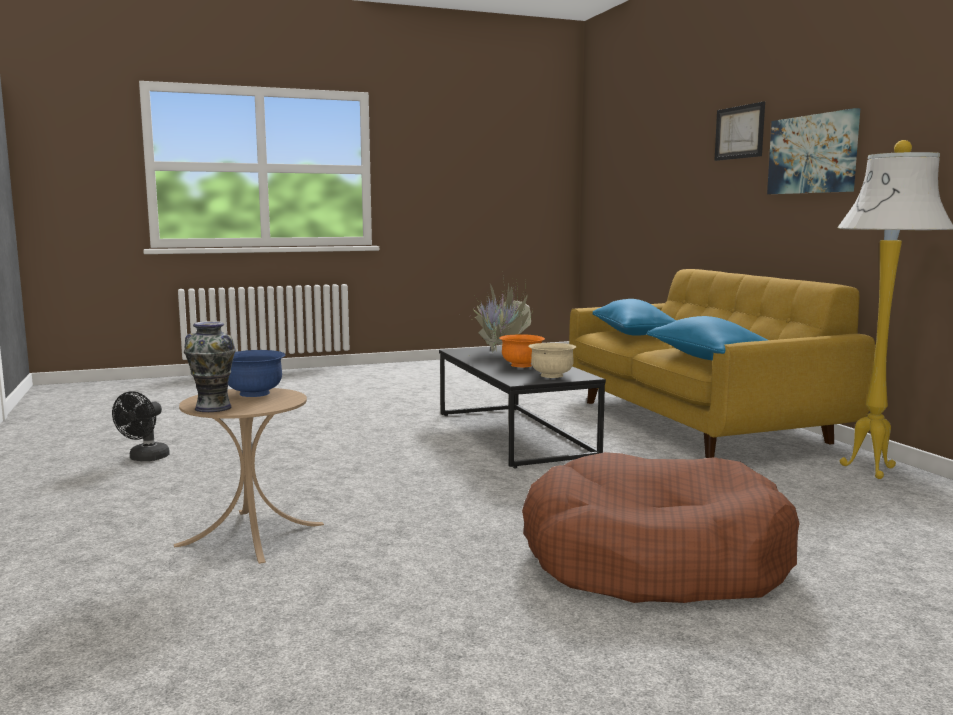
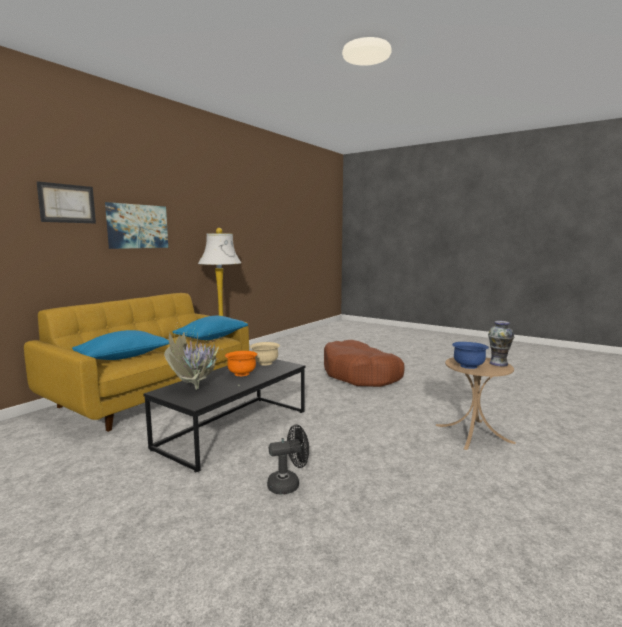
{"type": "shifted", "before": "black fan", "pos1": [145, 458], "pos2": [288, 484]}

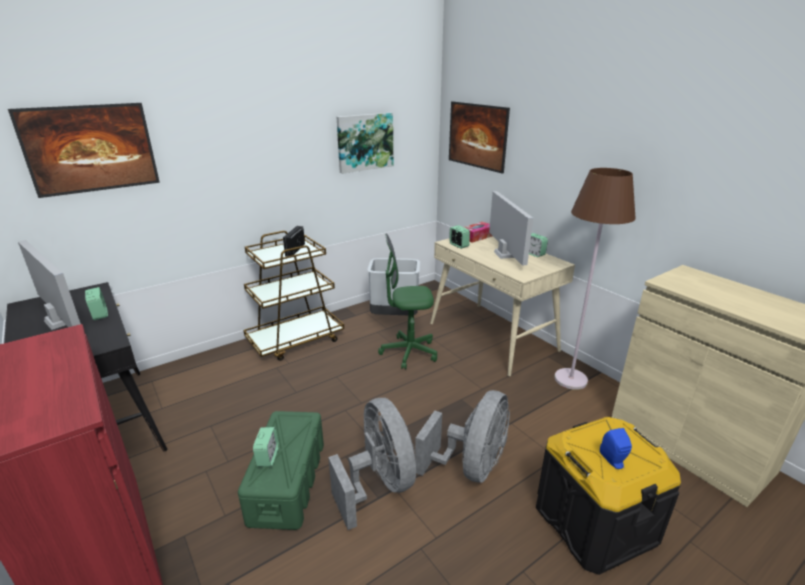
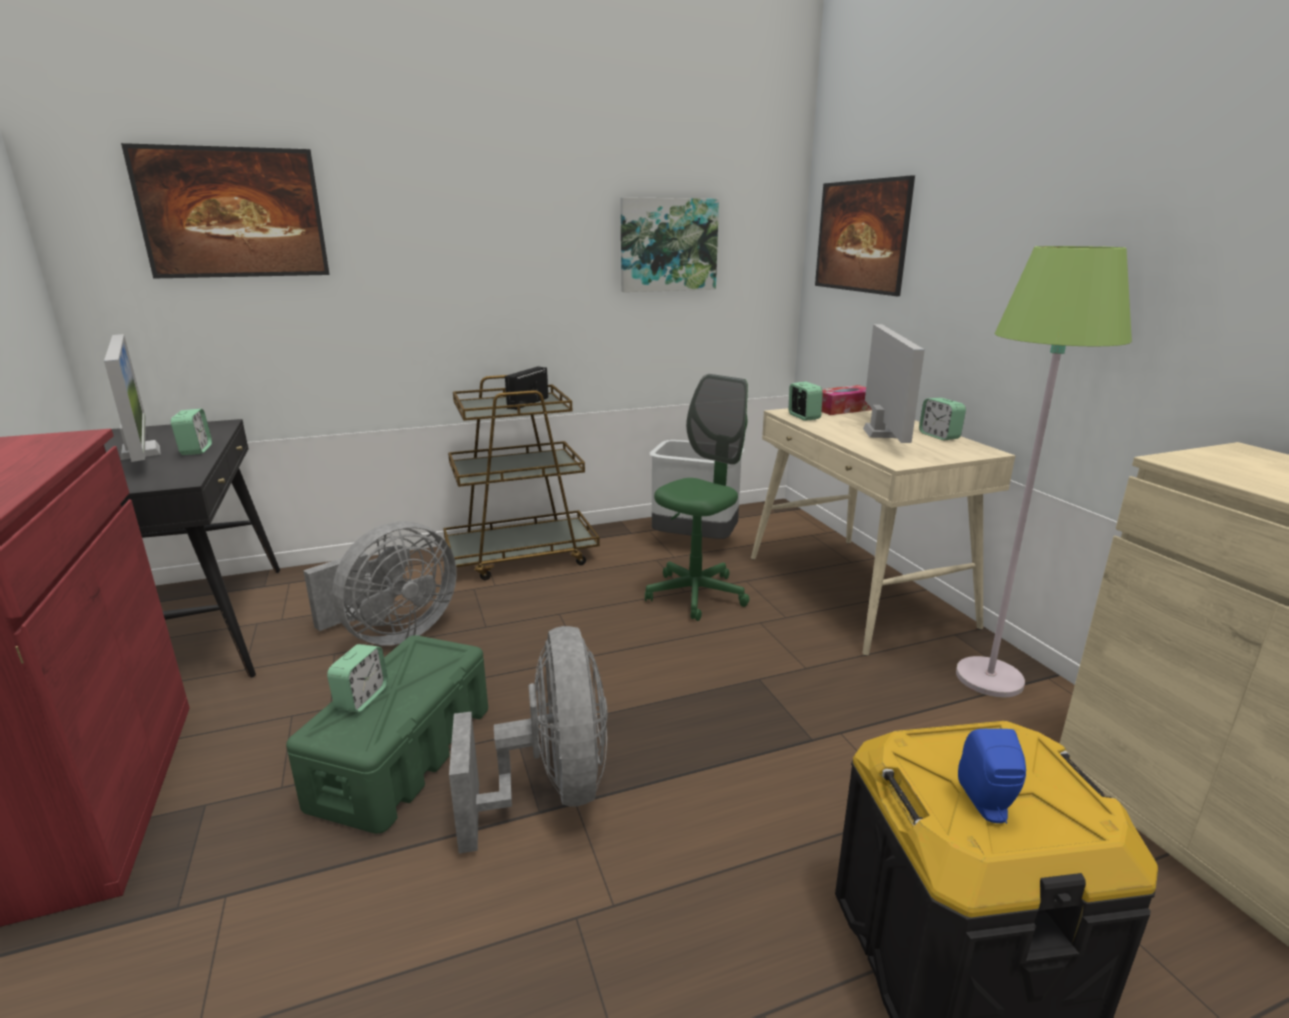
{"type": "shifted", "before": "grey fan", "pos1": [471, 466], "pos2": [392, 634]}
{"type": "rotated", "before": "green office chair", "pos1": [409, 352], "pos2": [696, 595], "turn": 120}
{"type": "repainted", "before": "brown floor lamp", "after": "green floor lamp", "pos1": [571, 379], "pos2": [989, 678]}

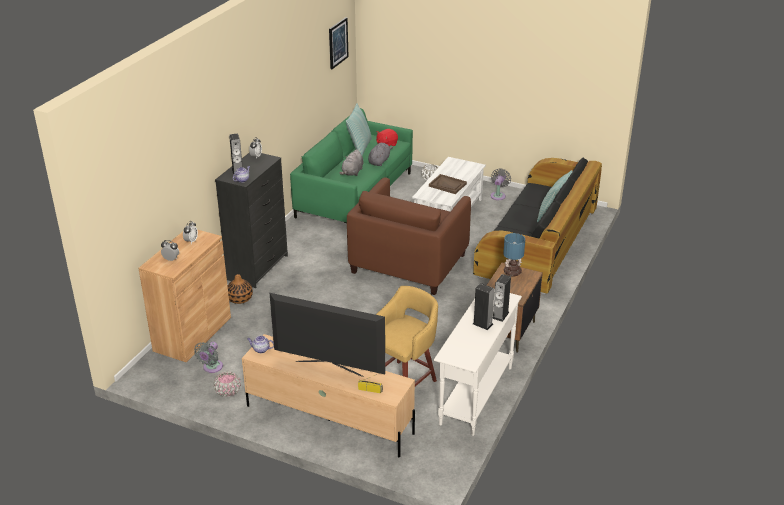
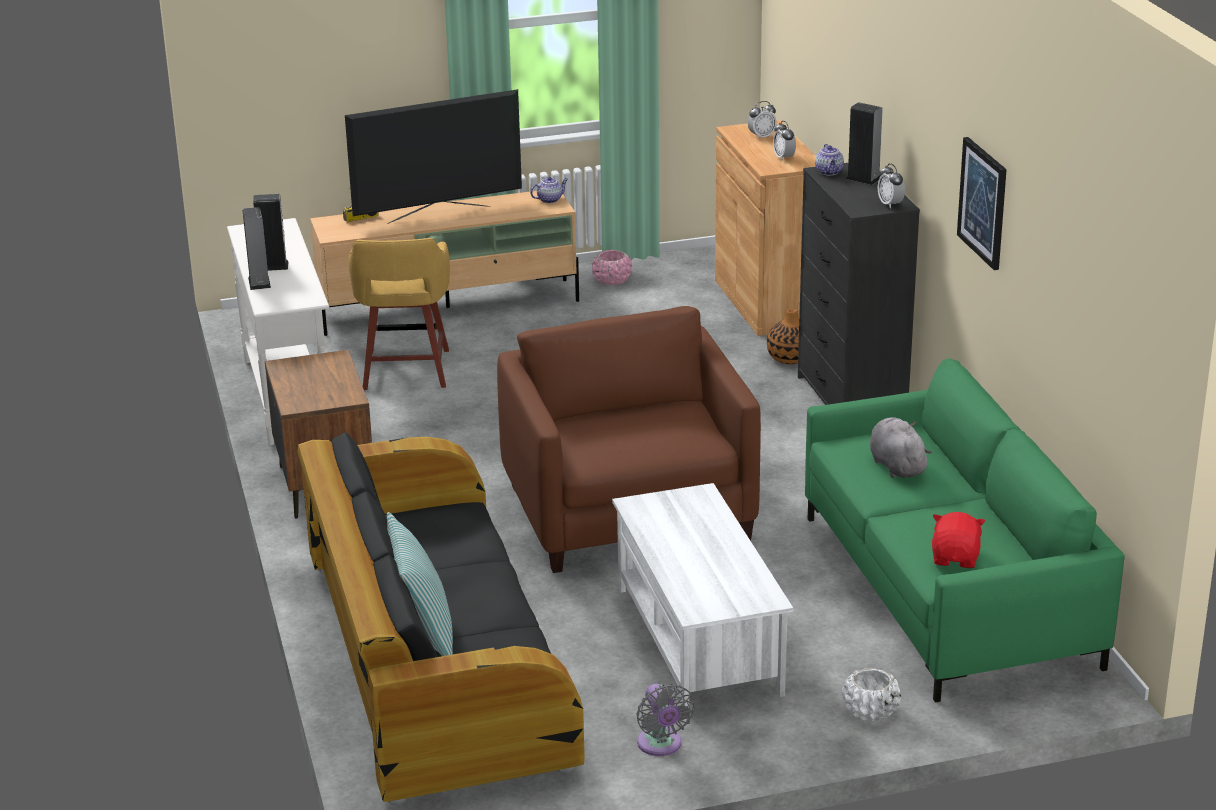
{"type": "shifted", "before": "picture", "pos1": [338, 43], "pos2": [983, 202]}
{"type": "gone", "before": "grey fan", "pos1": [211, 368]}
{"type": "gone", "before": "pillow", "pos1": [359, 147]}
{"type": "gone", "before": "grey plush toy", "pos1": [379, 161]}
{"type": "gone", "before": "brown tray", "pos1": [447, 185]}
{"type": "gone", "before": "table lamp", "pos1": [511, 272]}

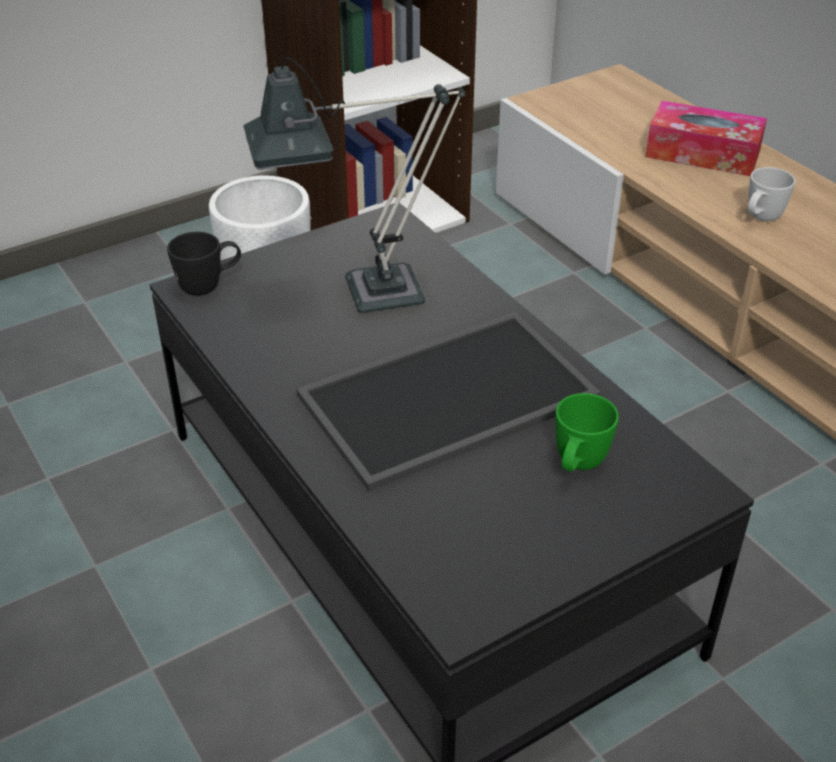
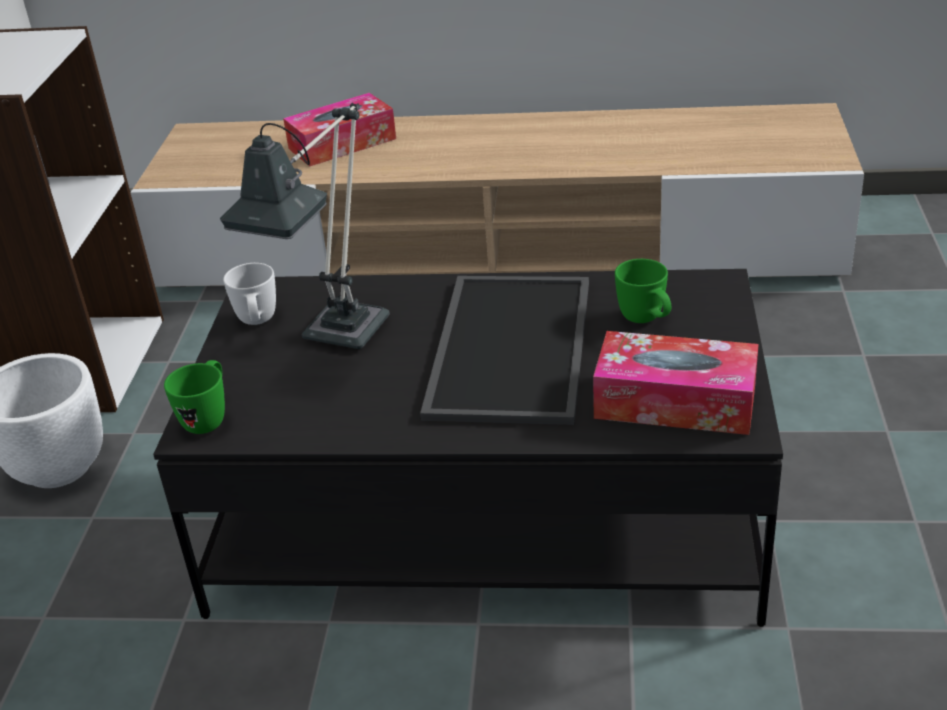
{"type": "repainted", "before": "black mug", "after": "green mug", "pos1": [209, 286], "pos2": [208, 418]}
{"type": "shifted", "before": "white mug", "pos1": [760, 219], "pos2": [258, 323]}
{"type": "new", "after": "tissue box", "pos2": [675, 402]}

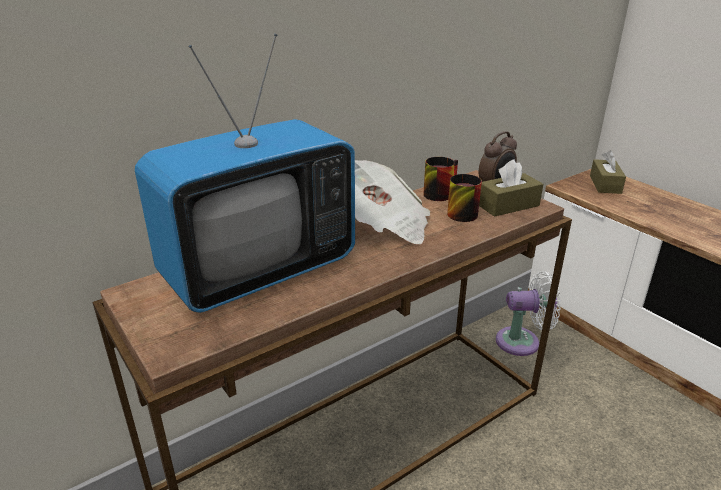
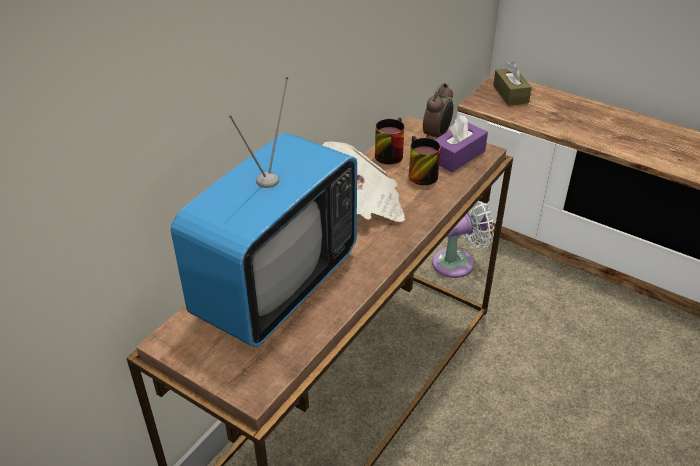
{"type": "repainted", "before": "brown tissue box", "after": "purple tissue box", "pos1": [508, 205], "pos2": [457, 156]}

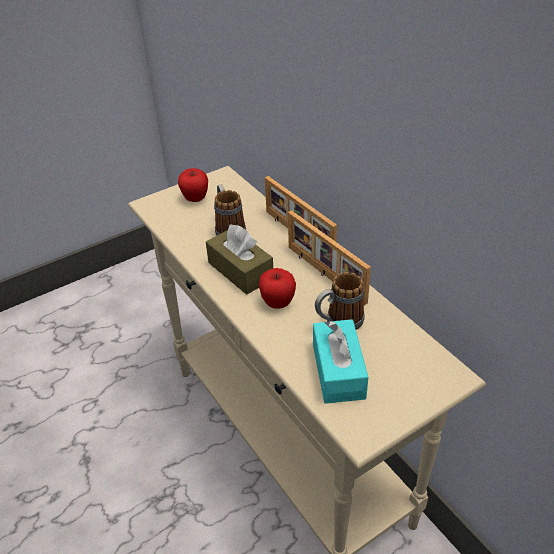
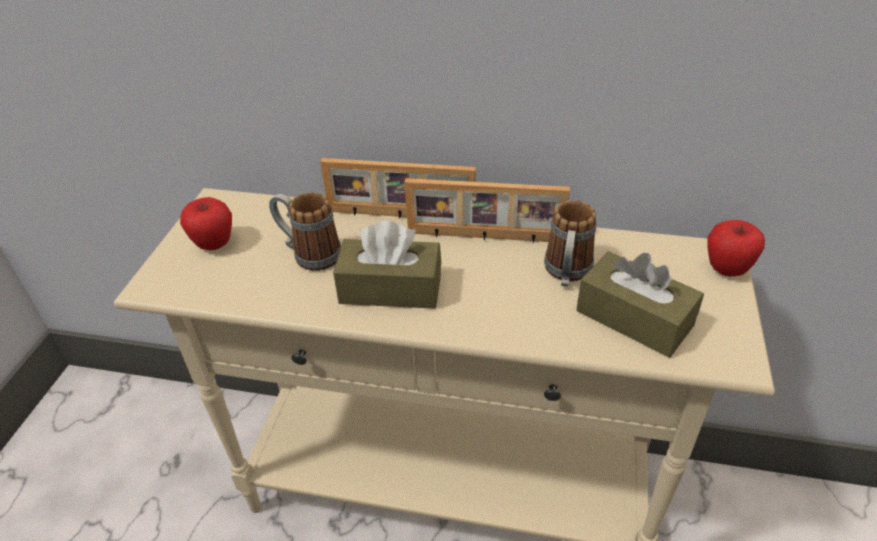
{"type": "repainted", "before": "turquoise tissue box", "after": "brown tissue box", "pos1": [338, 371], "pos2": [634, 318]}
{"type": "shifted", "before": "apple", "pos1": [278, 303], "pos2": [726, 269]}

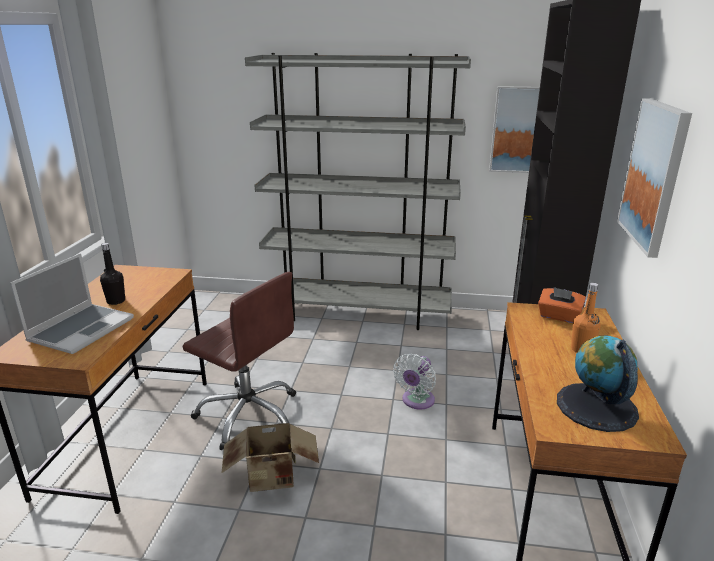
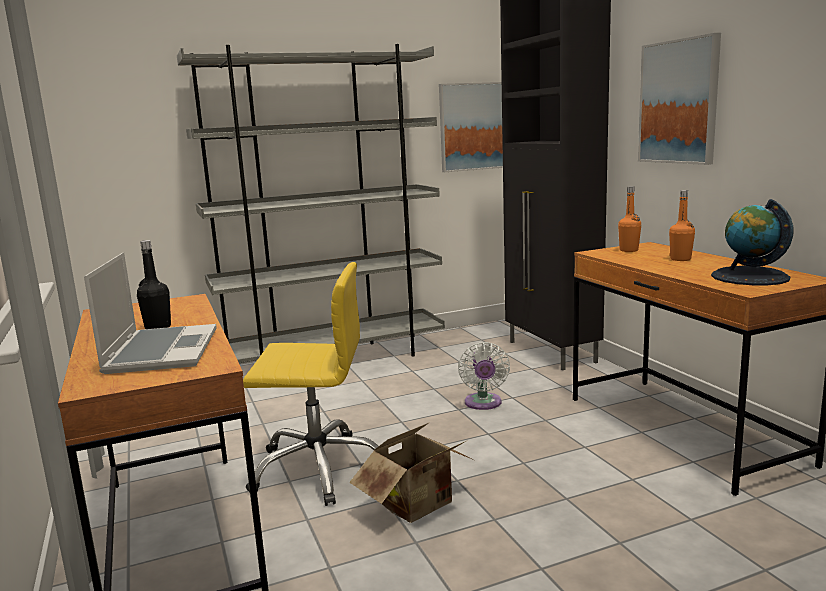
{"type": "repainted", "before": "brown office chair", "after": "yellow office chair", "pos1": [249, 414], "pos2": [319, 468]}
{"type": "swapped", "before": "orange tissue box", "after": "orange bottle", "pos1": [559, 316], "pos2": [628, 250]}

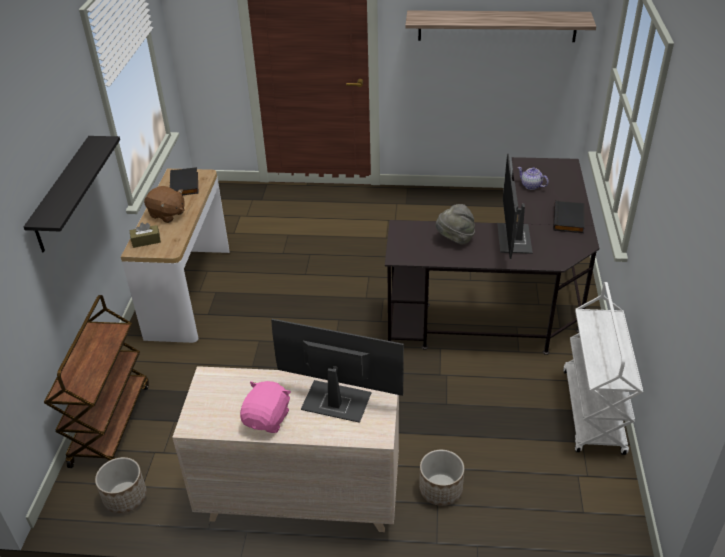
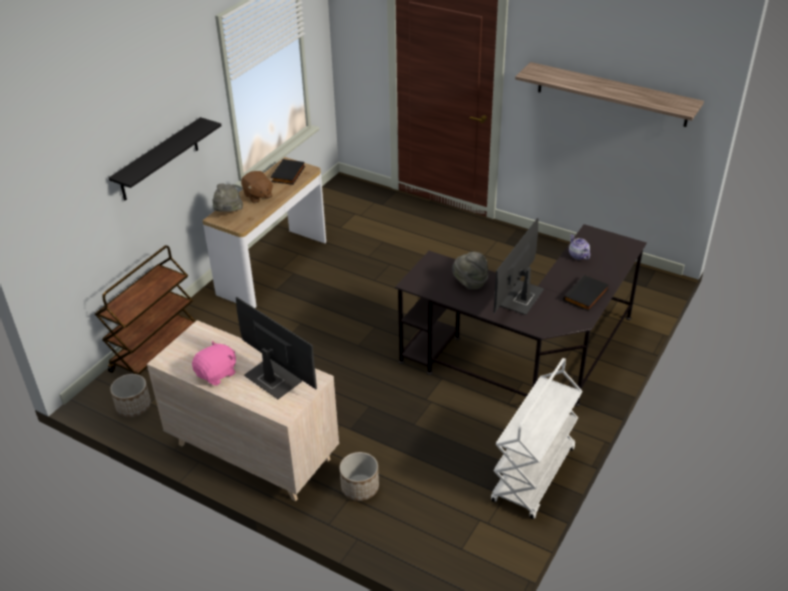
{"type": "swapped", "before": "brown tissue box", "after": "grey hat", "pos1": [146, 241], "pos2": [228, 213]}

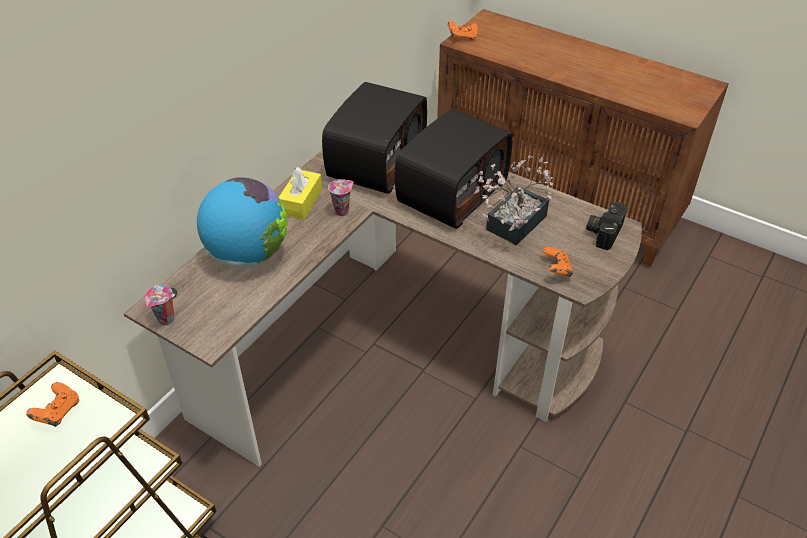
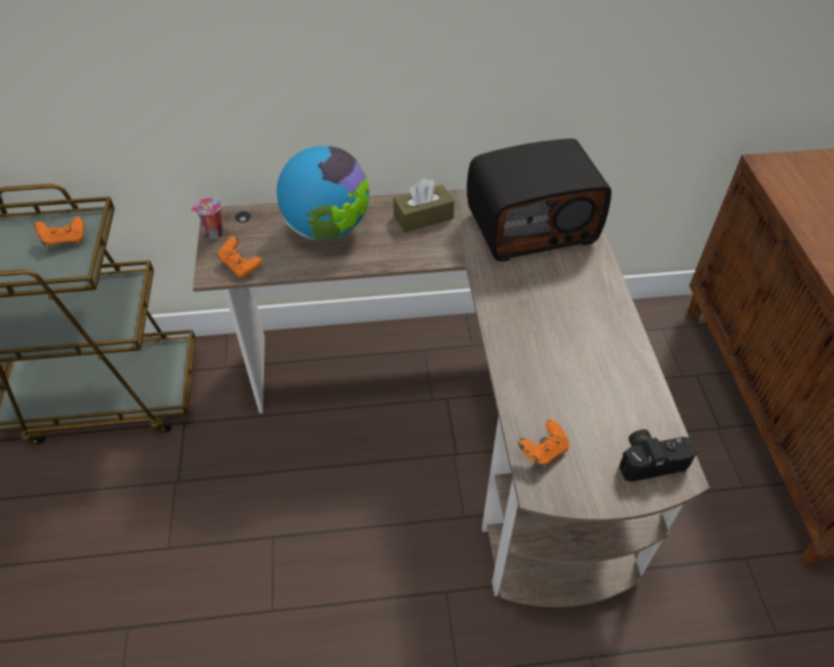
{"type": "shifted", "before": "orange game controller", "pos1": [462, 37], "pos2": [241, 266]}
{"type": "repainted", "before": "yellow tissue box", "after": "brown tissue box", "pos1": [301, 202], "pos2": [423, 217]}
{"type": "gone", "before": "cup", "pos1": [342, 211]}
{"type": "gone", "before": "radio", "pos1": [451, 191]}
{"type": "gone", "before": "potted plant", "pos1": [511, 226]}

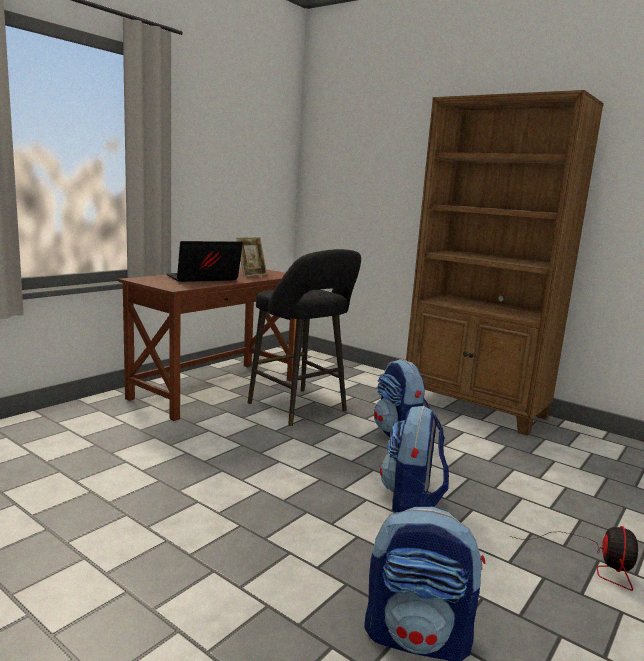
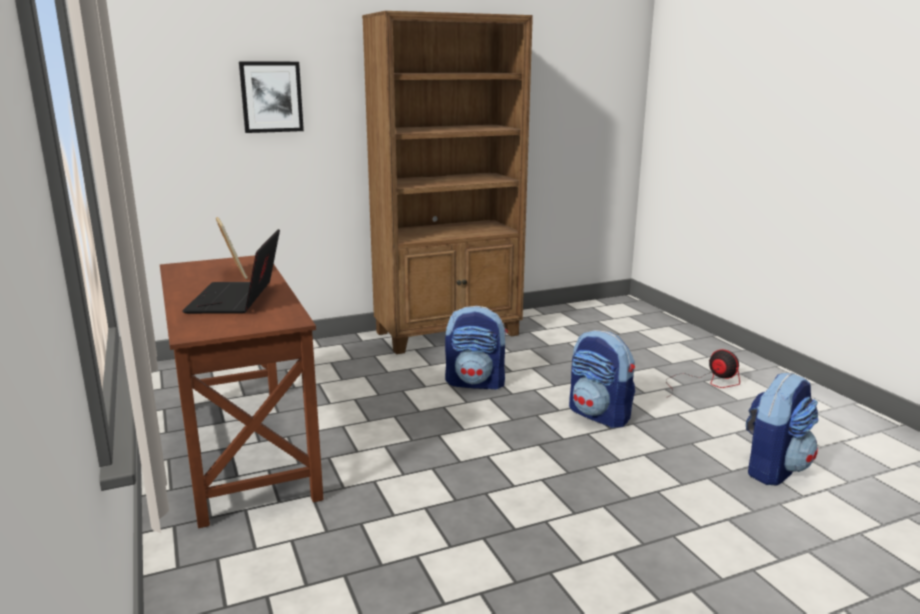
{"type": "new", "after": "picture", "pos2": [271, 97]}
{"type": "gone", "before": "black stool", "pos1": [300, 408]}

